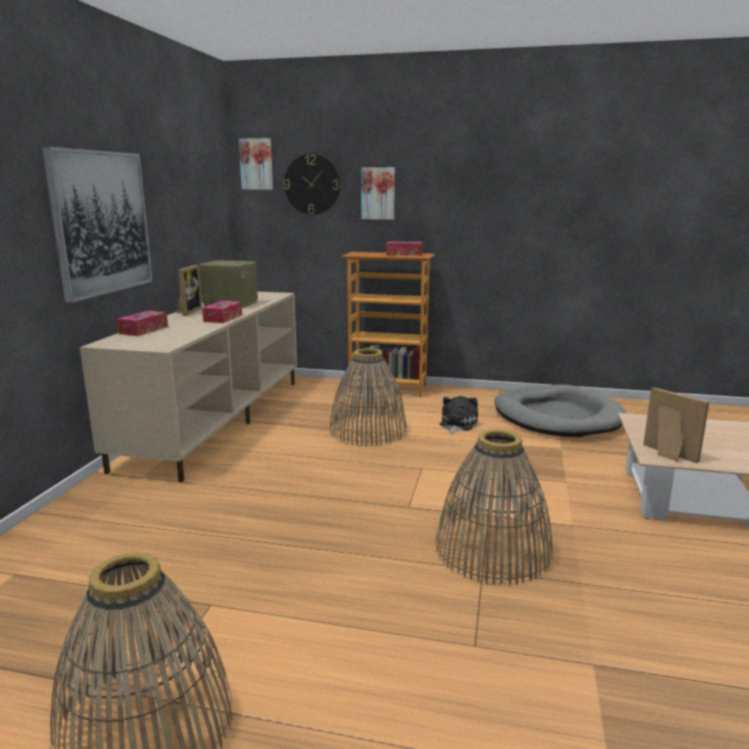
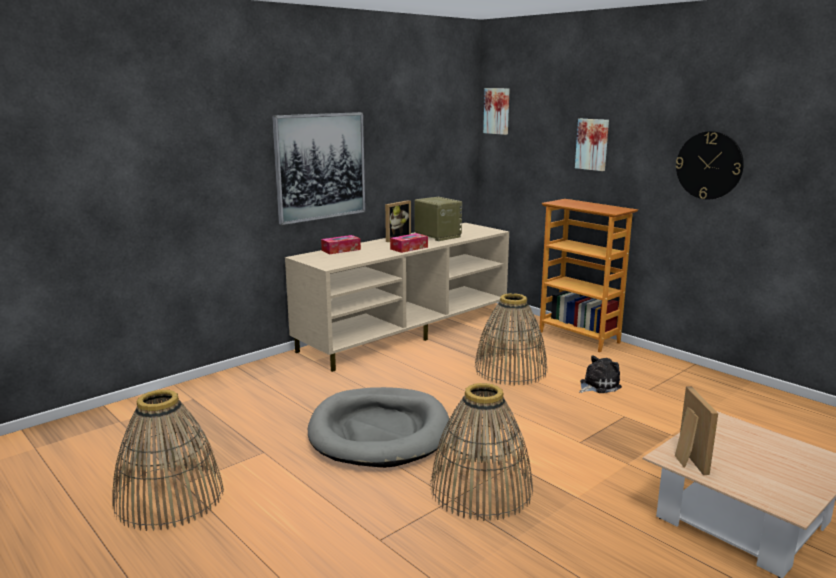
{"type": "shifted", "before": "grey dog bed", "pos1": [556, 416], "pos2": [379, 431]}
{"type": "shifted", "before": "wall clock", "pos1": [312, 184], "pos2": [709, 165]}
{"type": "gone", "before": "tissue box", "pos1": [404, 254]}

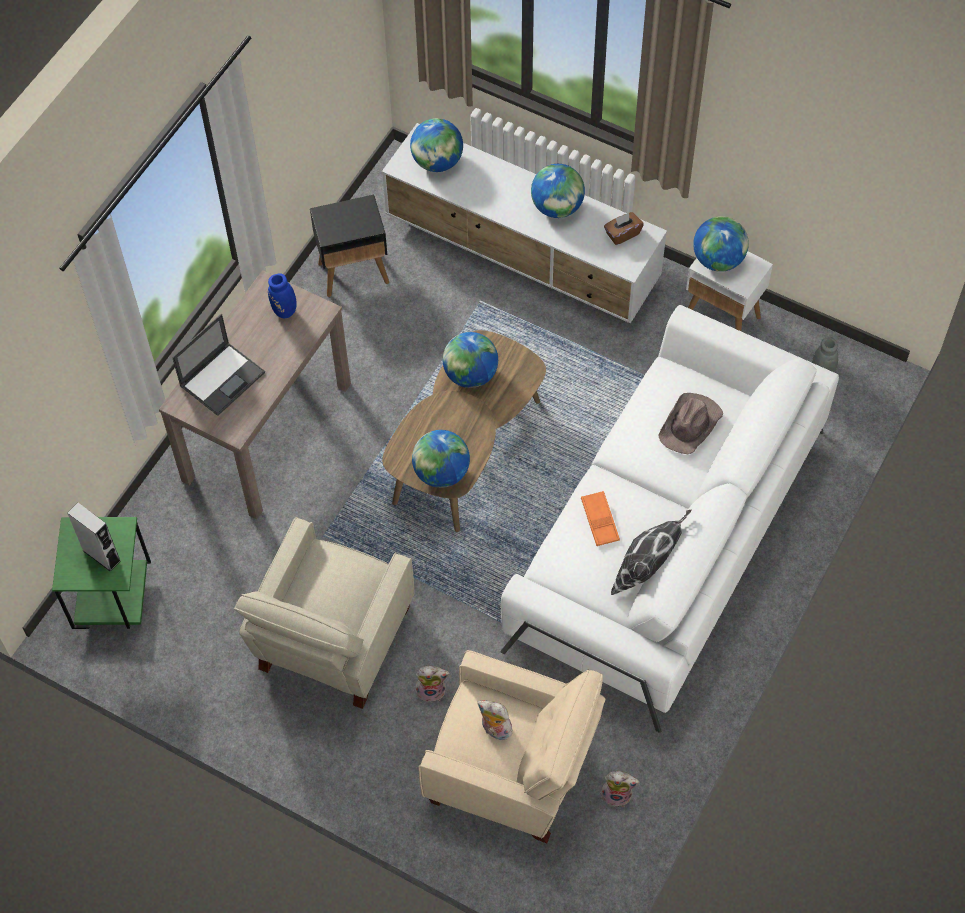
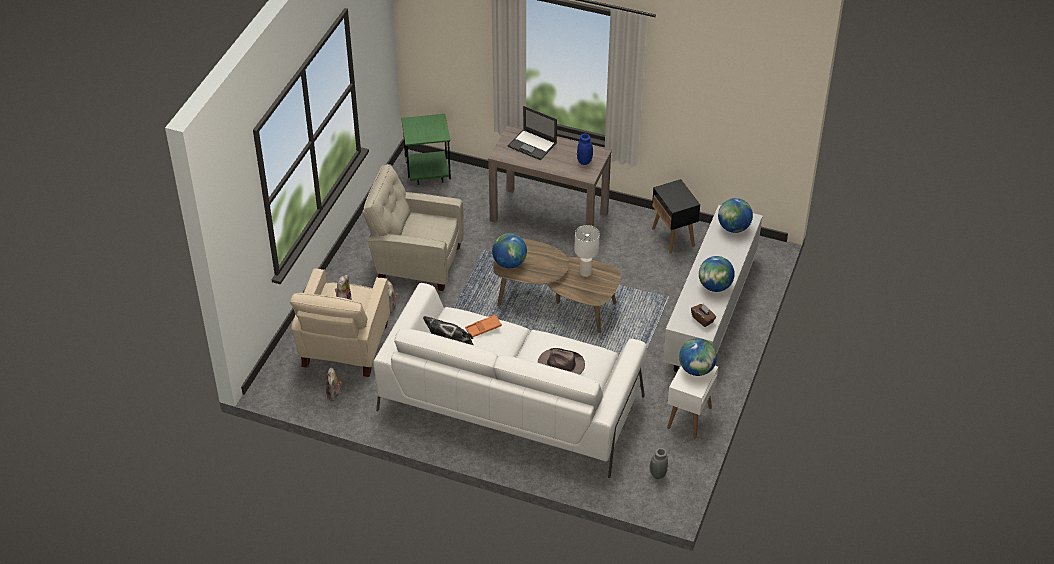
{"type": "swapped", "before": "globe", "after": "white table lamp", "pos1": [470, 375], "pos2": [585, 272]}
{"type": "gone", "before": "grey speaker", "pos1": [101, 555]}

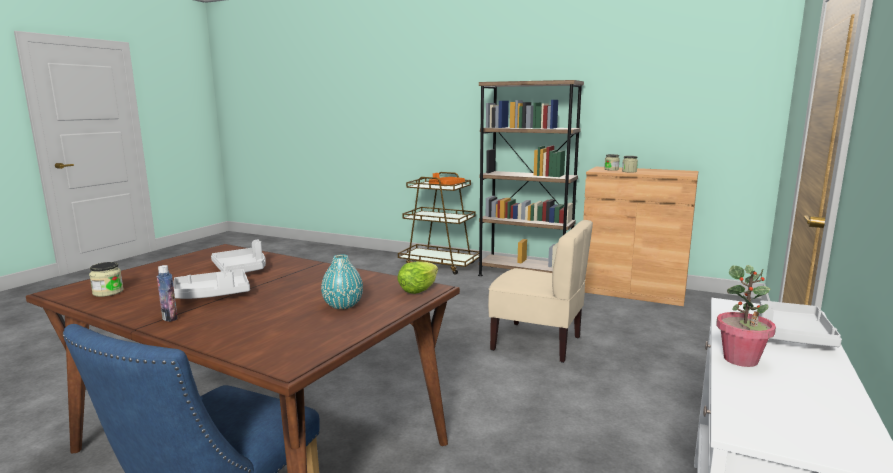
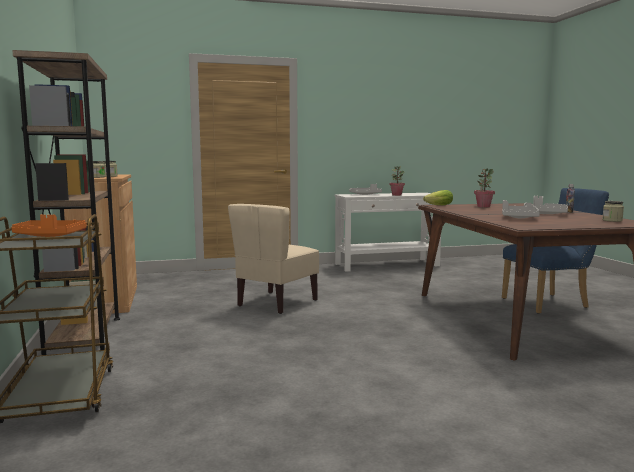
{"type": "rotated", "before": "beige chair", "pos1": [537, 343], "pos2": [276, 303], "turn": -135}
{"type": "swapped", "before": "turquoise vase", "after": "potted plant", "pos1": [343, 305], "pos2": [483, 206]}

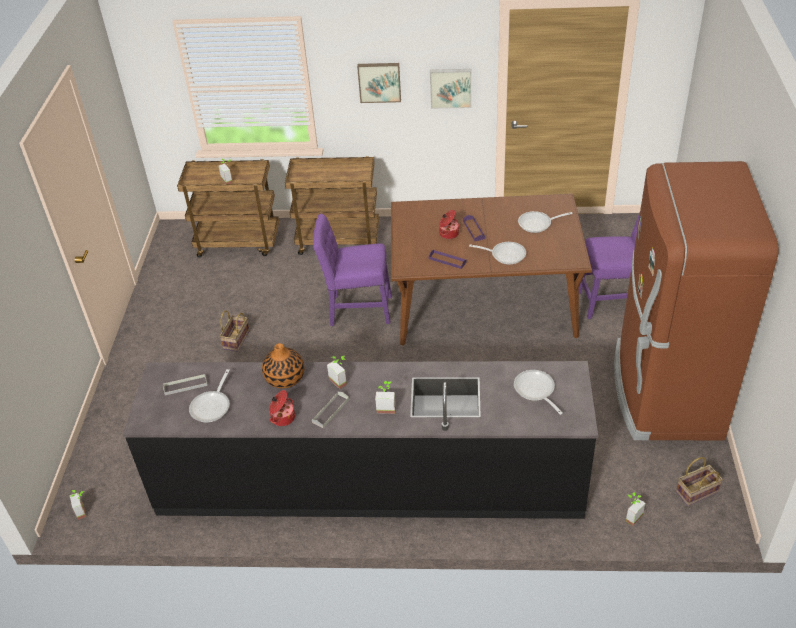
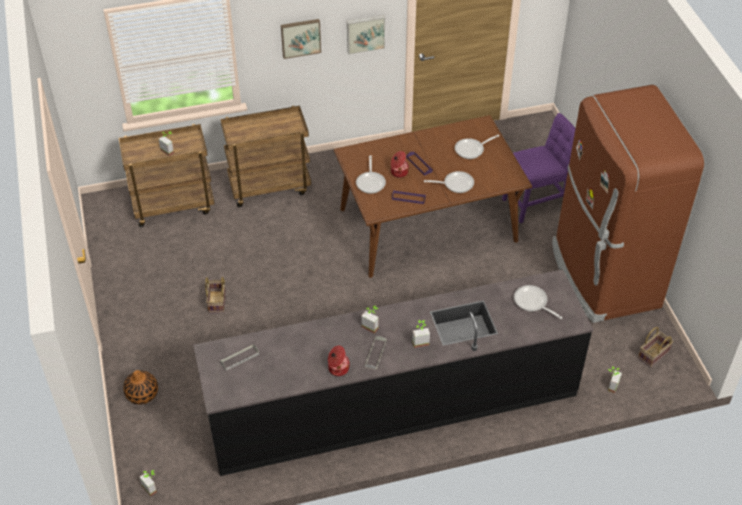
{"type": "shifted", "before": "vase", "pos1": [285, 377], "pos2": [142, 394]}
{"type": "shifted", "before": "frying pan", "pos1": [212, 406], "pos2": [371, 182]}
{"type": "gone", "before": "purple chair", "pos1": [357, 310]}

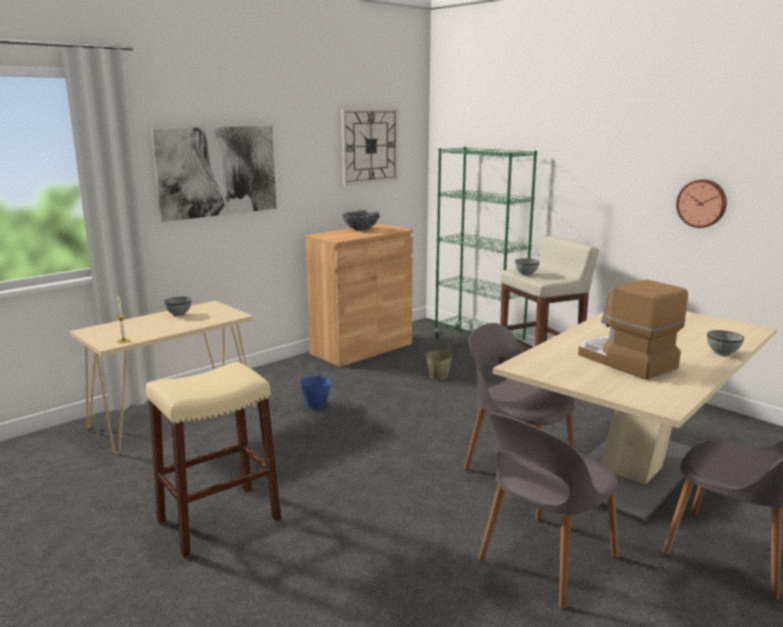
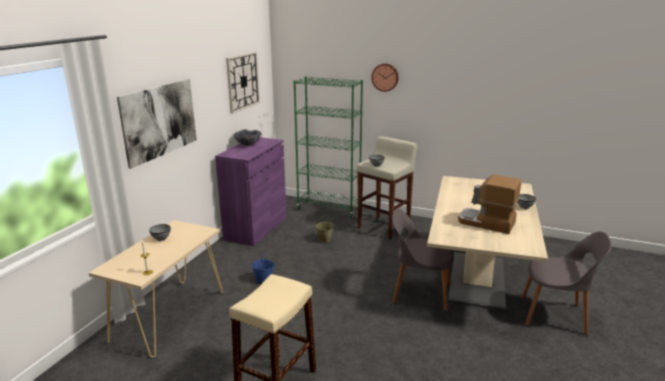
{"type": "repainted", "before": "brown cabinet", "after": "purple cabinet", "pos1": [361, 348], "pos2": [256, 228]}
{"type": "shifted", "before": "wall clock", "pos1": [702, 203], "pos2": [385, 77]}
{"type": "gone", "before": "grey chair", "pos1": [545, 560]}

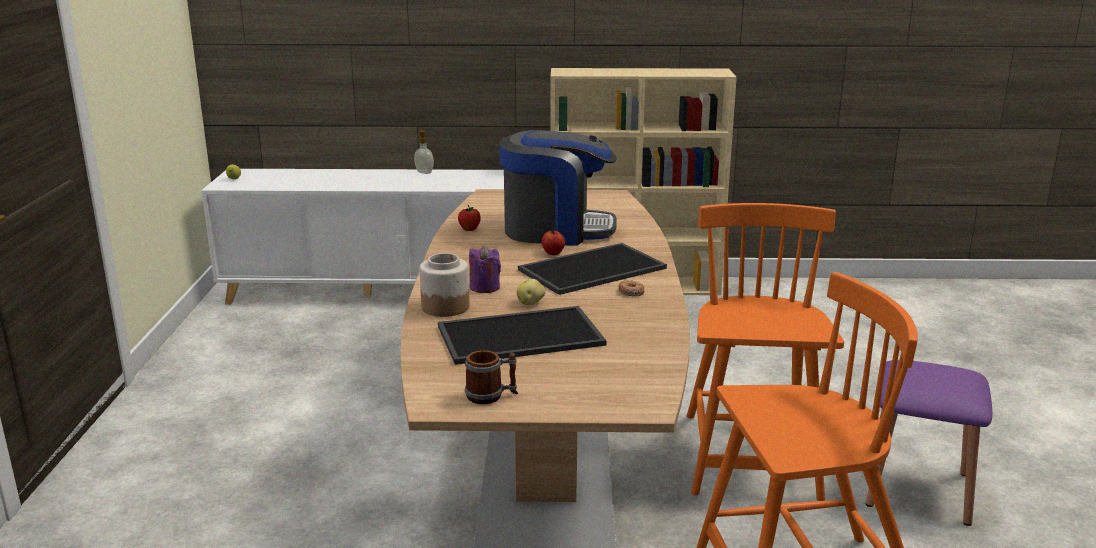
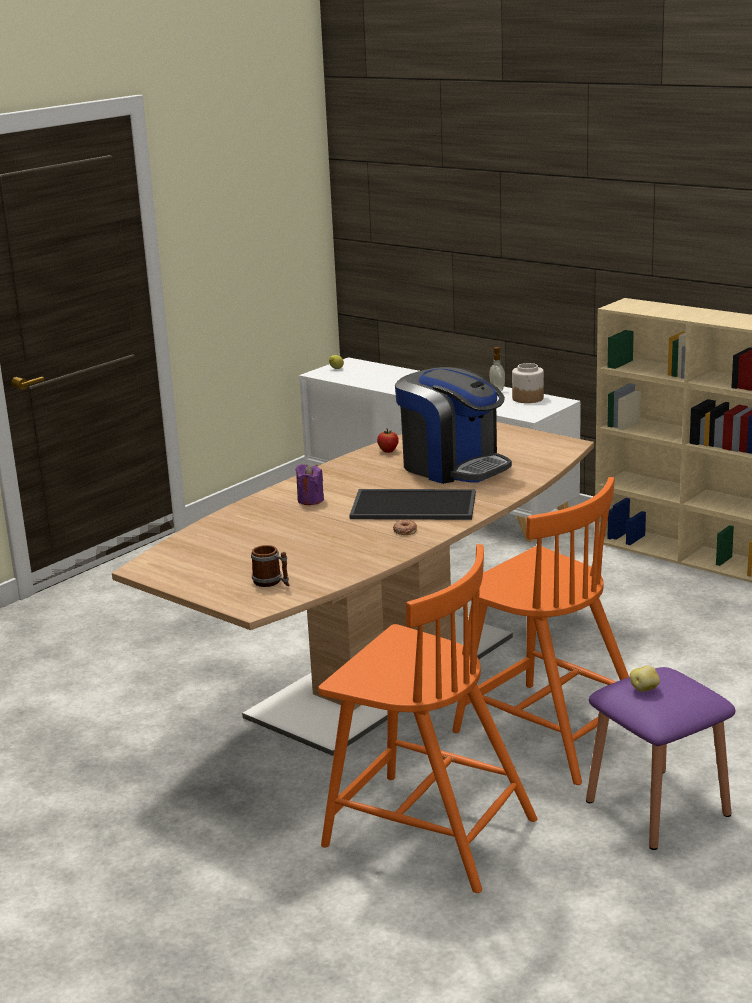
{"type": "shifted", "before": "mug", "pos1": [491, 396], "pos2": [272, 582]}
{"type": "rotated", "before": "orange chair", "pos1": [750, 458], "pos2": [547, 731], "turn": 90}
{"type": "shifted", "before": "jar", "pos1": [445, 307], "pos2": [528, 398]}
{"type": "shifted", "before": "potato", "pos1": [531, 303], "pos2": [644, 689]}
{"type": "gone", "before": "tray", "pos1": [521, 334]}
{"type": "gone", "before": "apple", "pos1": [553, 253]}

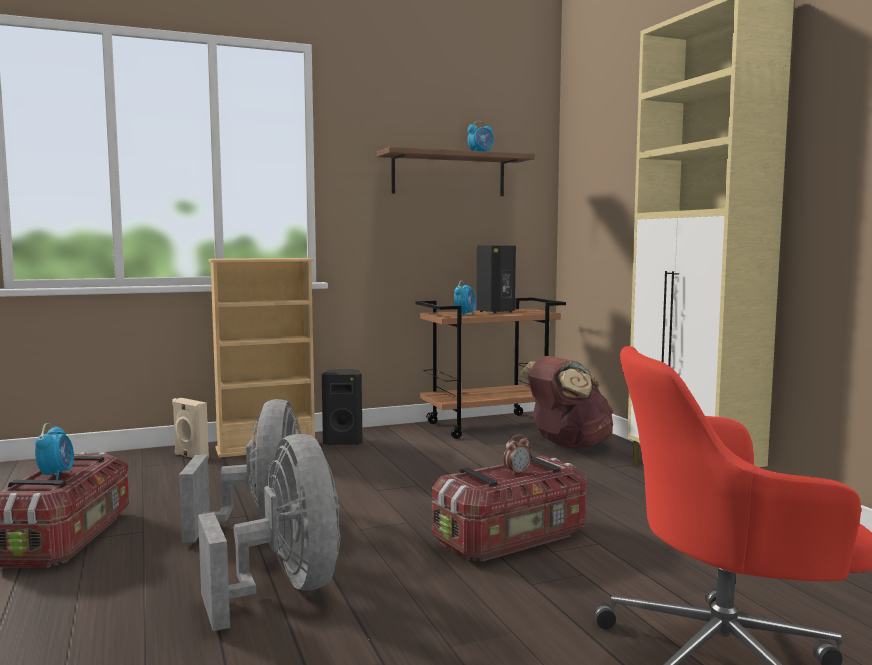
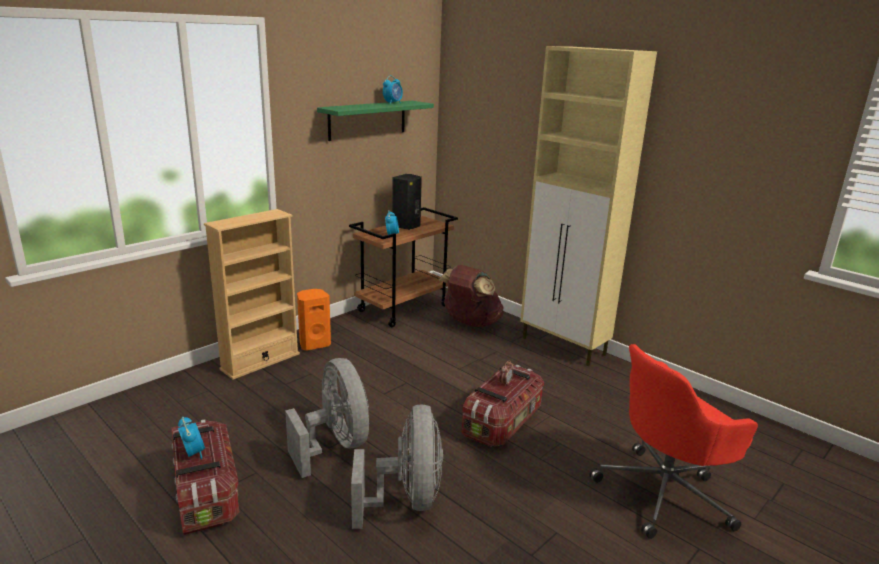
{"type": "repainted", "before": "black speaker", "after": "orange speaker", "pos1": [343, 442], "pos2": [314, 344]}
{"type": "repainted", "before": "brown shelf", "after": "green shelf", "pos1": [448, 174], "pos2": [367, 120]}
{"type": "rotated", "before": "grey fan", "pos1": [285, 589], "pos2": [406, 500], "turn": 45}
{"type": "gone", "before": "beige speaker", "pos1": [190, 456]}

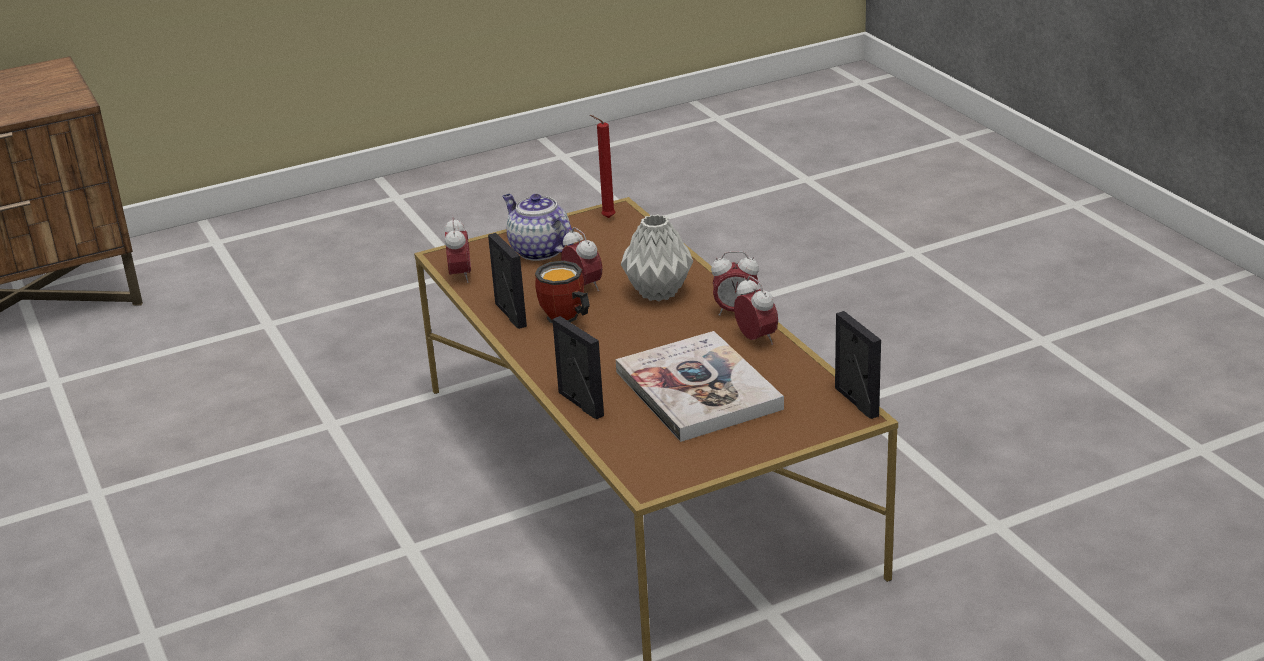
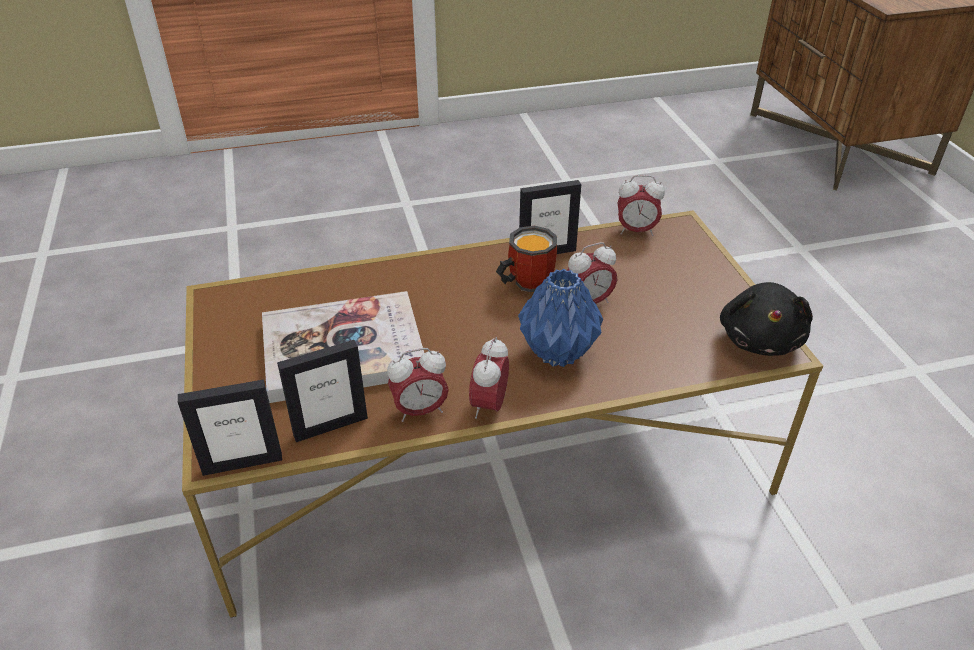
{"type": "shifted", "before": "picture frame", "pos1": [580, 404], "pos2": [330, 426]}
{"type": "repainted", "before": "grey vase", "after": "blue vase", "pos1": [658, 292], "pos2": [559, 353]}
{"type": "swapped", "before": "red candle", "after": "black plush toy", "pos1": [606, 218], "pos2": [760, 339]}
{"type": "gone", "before": "teapot", "pos1": [538, 250]}

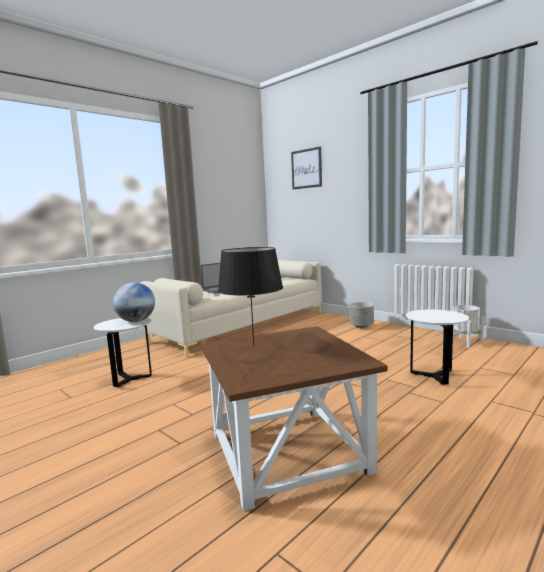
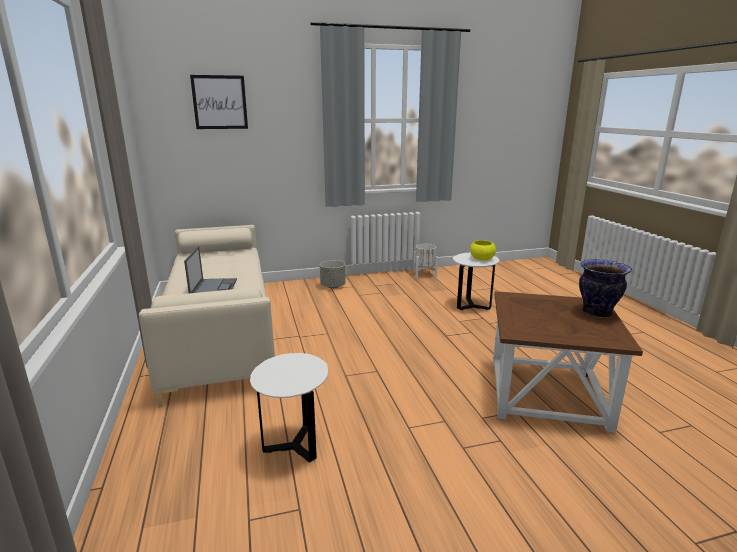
{"type": "new", "after": "yellow bowl", "pos2": [482, 259]}
{"type": "new", "after": "vase", "pos2": [596, 313]}
{"type": "gone", "before": "globe", "pos1": [136, 321]}
{"type": "gone", "before": "black table lamp", "pos1": [254, 345]}

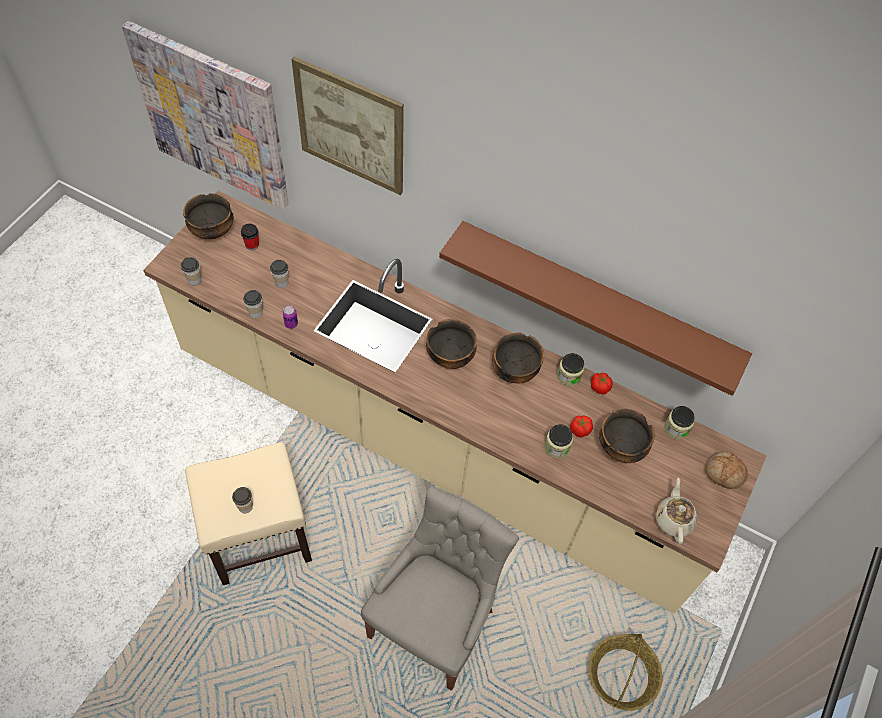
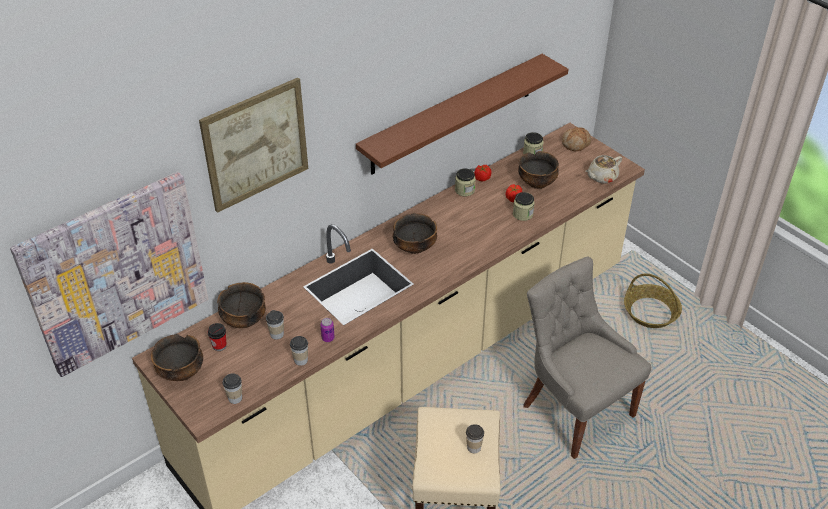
{"type": "shifted", "before": "bowl", "pos1": [514, 370], "pos2": [243, 320]}
{"type": "rotated", "before": "beige teapot", "pos1": [673, 519], "pos2": [602, 177], "turn": -60}

